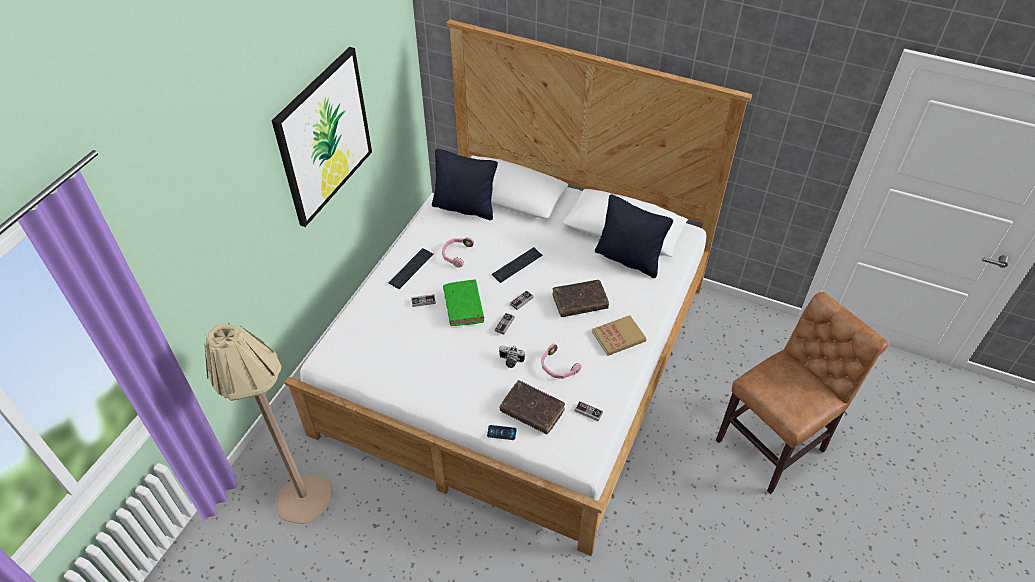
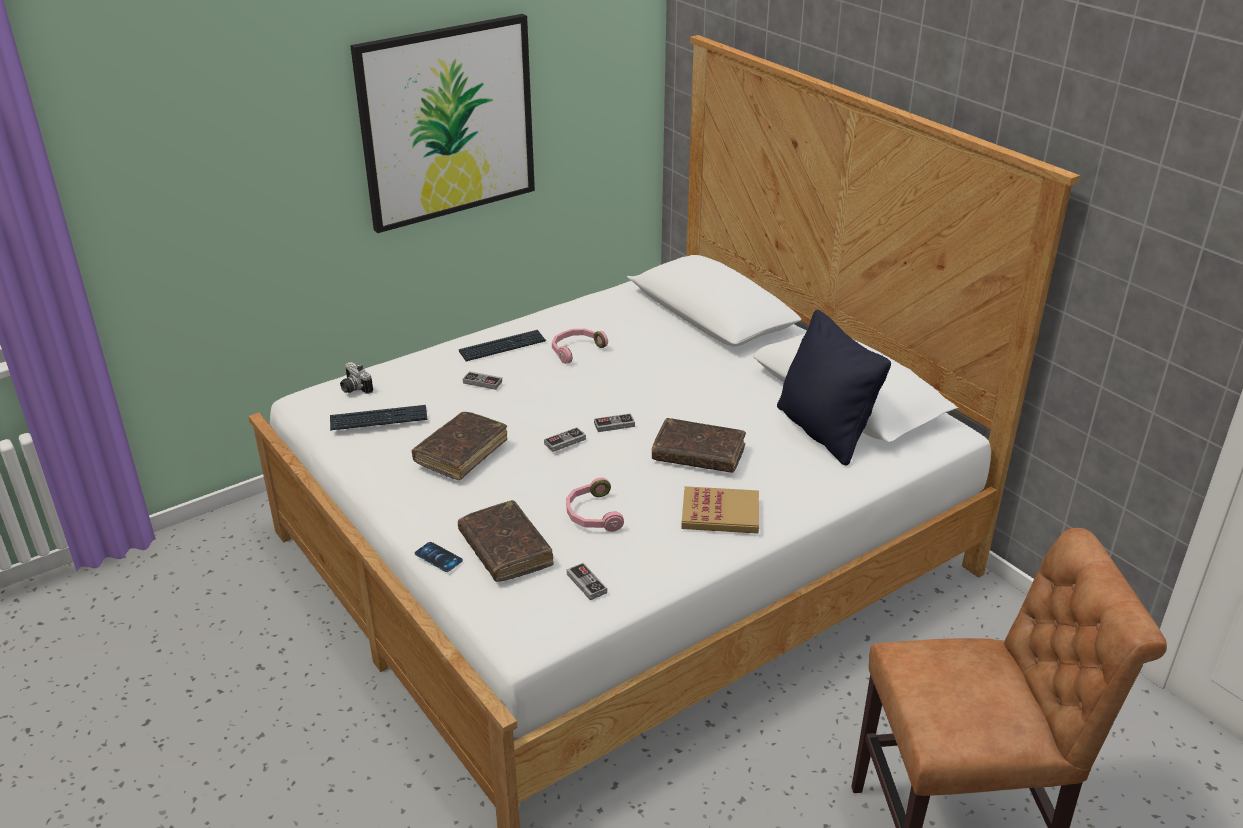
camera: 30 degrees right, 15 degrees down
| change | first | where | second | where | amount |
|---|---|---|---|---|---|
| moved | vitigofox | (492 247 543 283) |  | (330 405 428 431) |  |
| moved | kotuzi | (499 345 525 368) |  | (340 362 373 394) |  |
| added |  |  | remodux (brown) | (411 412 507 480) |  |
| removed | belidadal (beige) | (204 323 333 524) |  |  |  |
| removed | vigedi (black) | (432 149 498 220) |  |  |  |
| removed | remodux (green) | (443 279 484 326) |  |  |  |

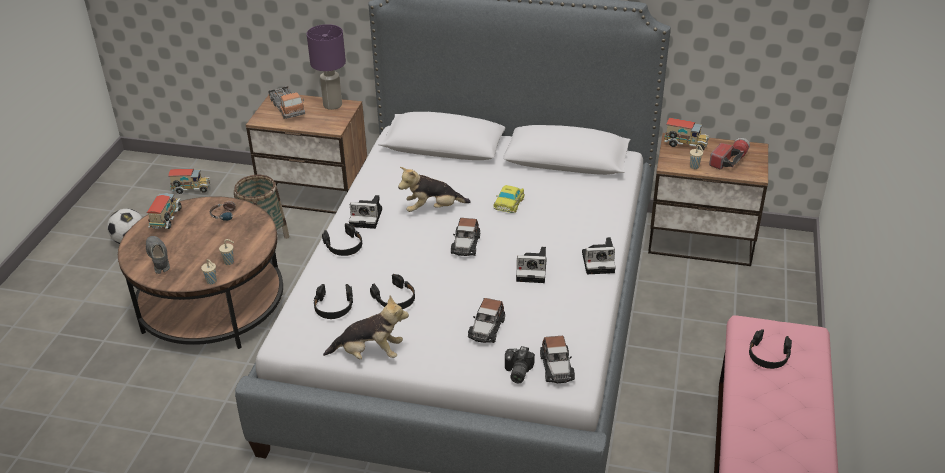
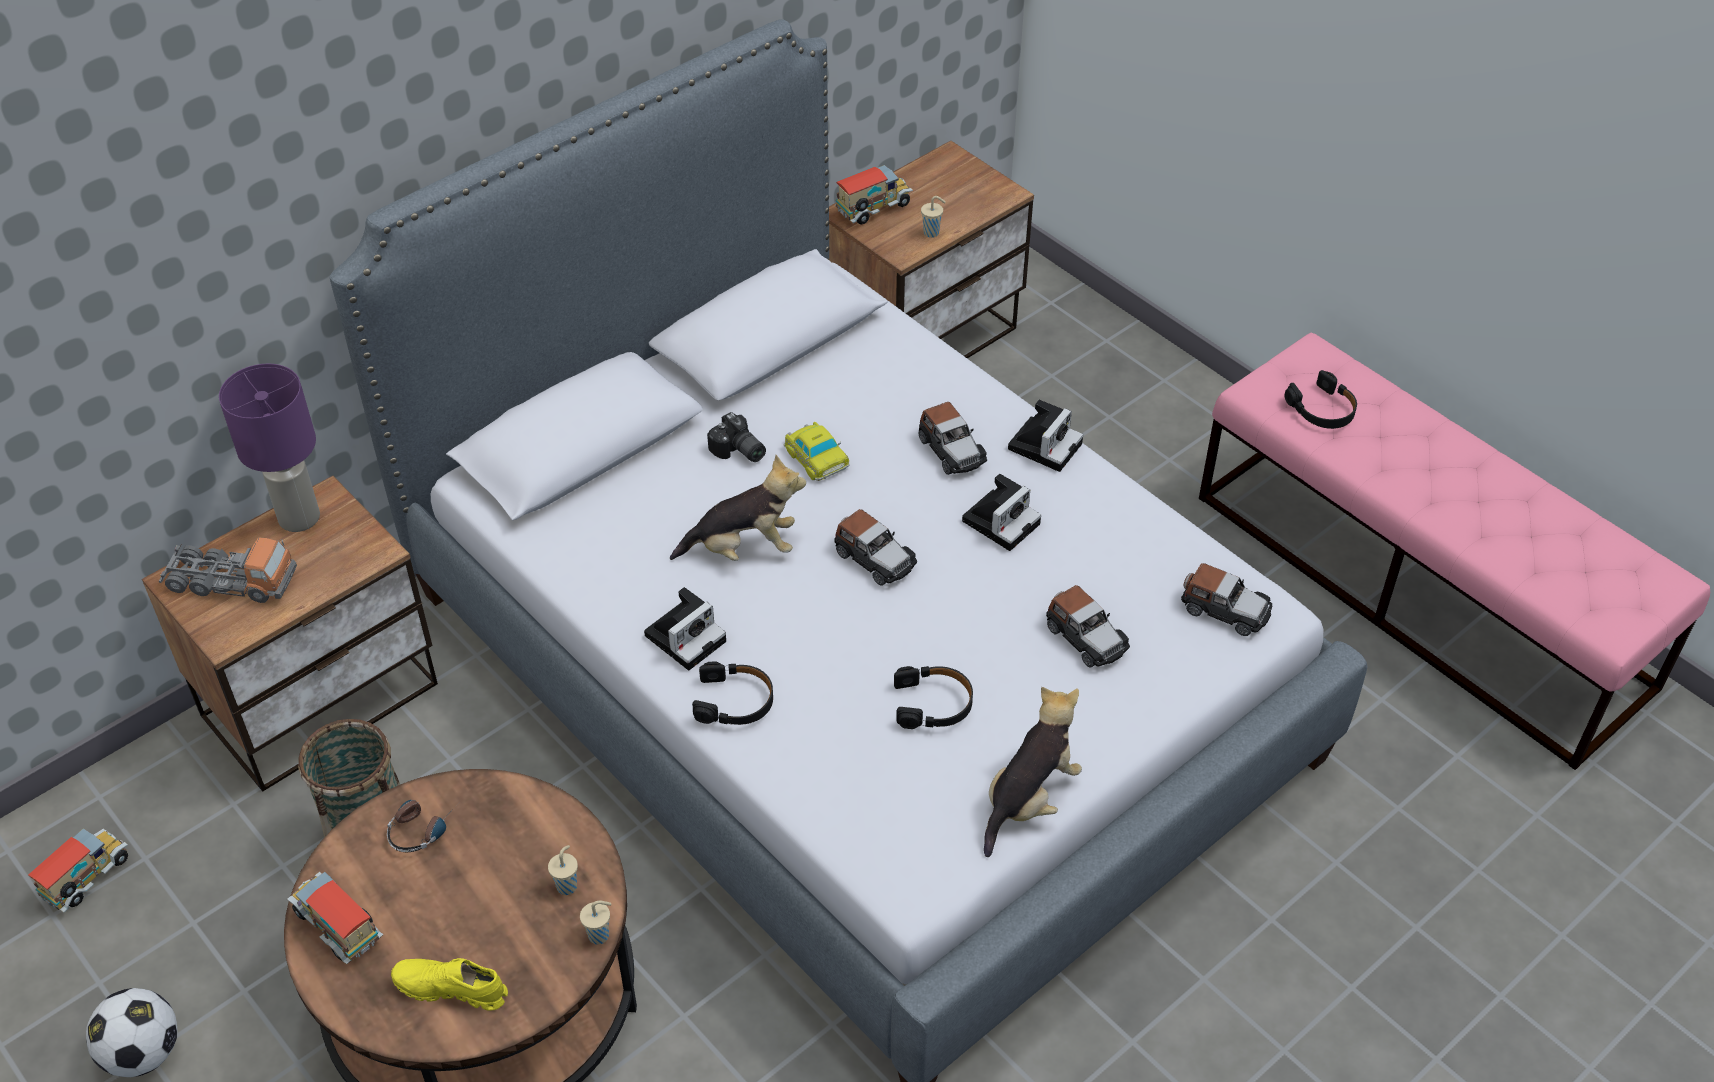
camera: 55 degrees left, 10 degrees up
| change | first | where | second | where | amount |
|---|---|---|---|---|---|
| recoloured | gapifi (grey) | (146 236 170 274) | gapifi (yellow) | (391 958 508 1011) |  |
| turned | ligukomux | (398 167 471 212) |  | (670 455 806 561) | 120 degrees counterclockwise |
| moved | kotuzi | (505 346 535 383) |  | (707 412 766 462) |  |
| added |  |  | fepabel | (919 402 987 475) |  |
| removed | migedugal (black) | (313 284 353 319) |  |  |  |
| removed | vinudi | (709 138 750 170) |  |  |  |

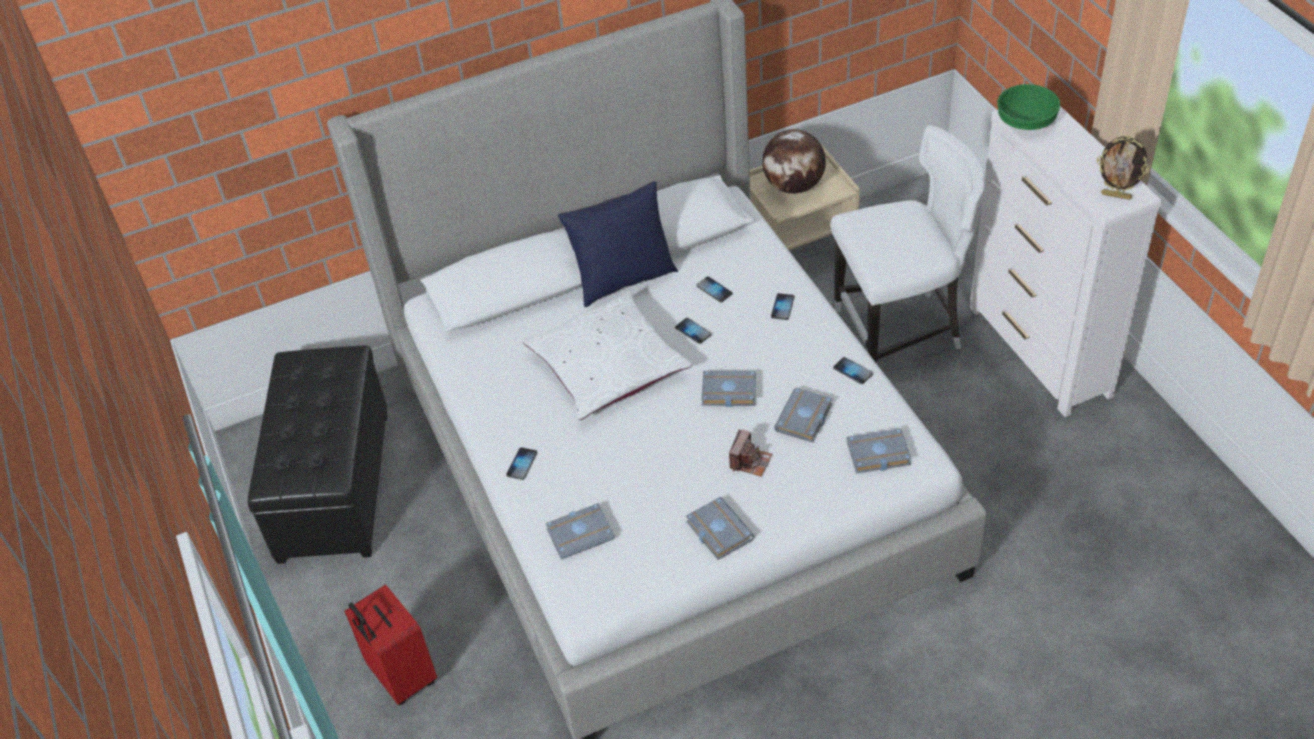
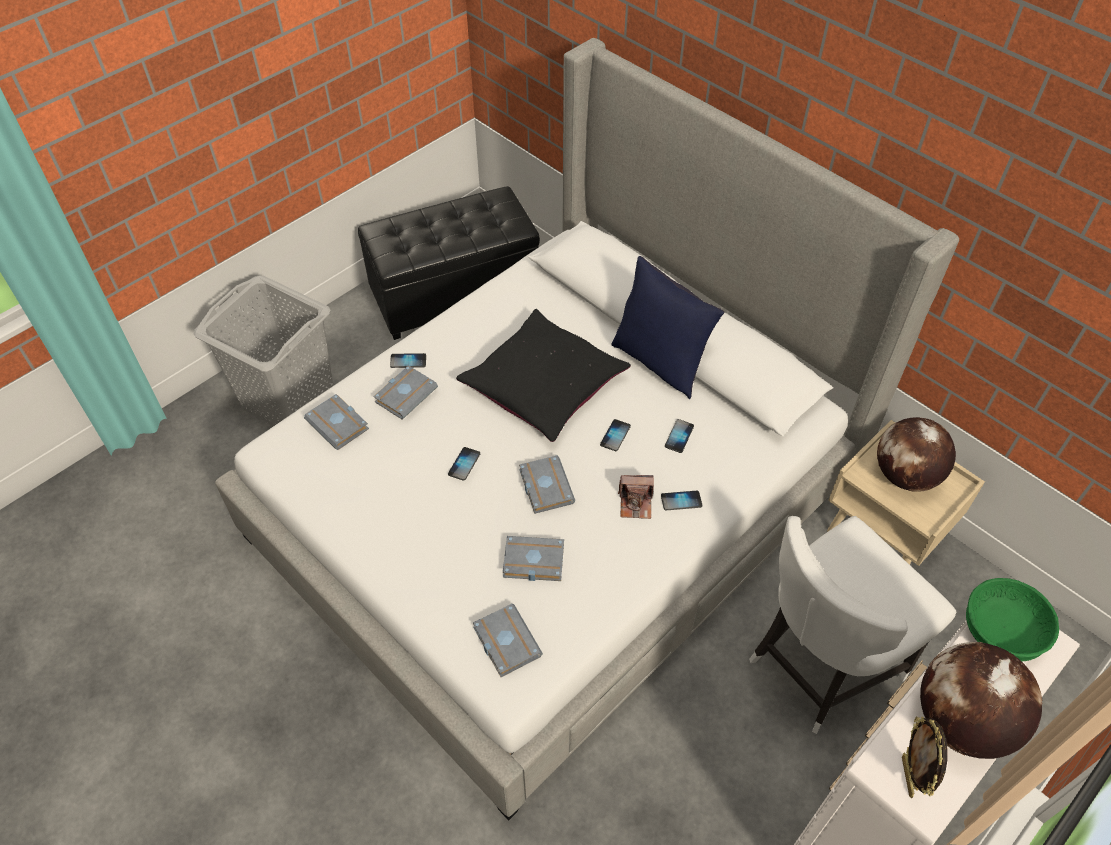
camera: 65 degrees right, 5 degrees up
| change | first | where | second | where | amount |
|---|---|---|---|---|---|
| replaced | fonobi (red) | (345 585 437 705) | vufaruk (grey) | (193 276 333 426) |  |
| moved | remodux (grey) | (686 497 755 560) |  | (373 365 438 420) |  |
| moved | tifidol | (833 357 873 384) |  | (448 447 480 481) |  |
| recoloured | vigedi (white) | (522 291 692 420) | vigedi (black) | (456 309 631 442) |  |
| moved | kotuzi | (729 429 772 477) |  | (618 475 654 519) |  |
| turned | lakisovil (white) | (831 125 985 364) |  | (749 516 956 734) | 90 degrees clockwise |
| added |  |  | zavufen | (920 642 1043 759) |  |

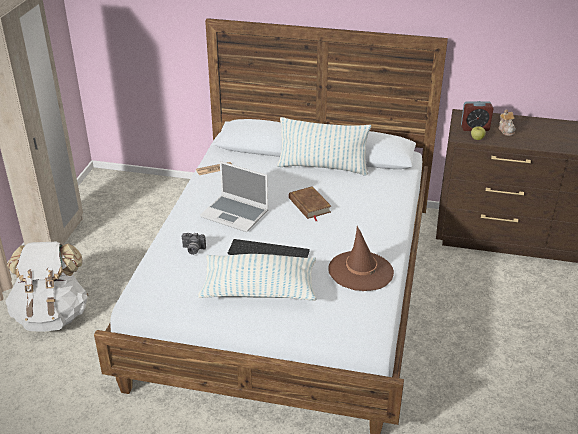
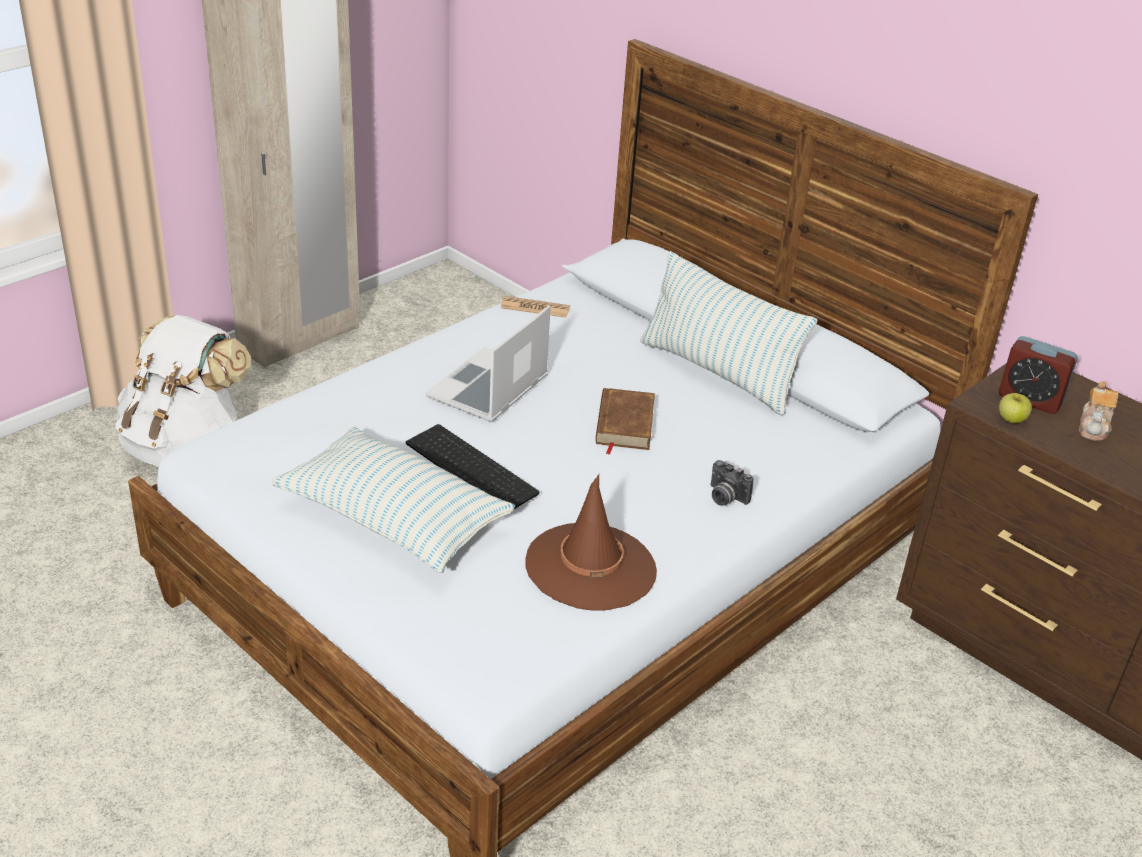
camera: 30 degrees right, 0 degrees up
| change | first | where | second | where | amount |
|---|---|---|---|---|---|
| turned | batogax | (200 161 268 232) |  | (426 305 551 422) | 60 degrees clockwise |
| moved | kotuzi | (182 233 206 255) |  | (711 460 754 506) |  |

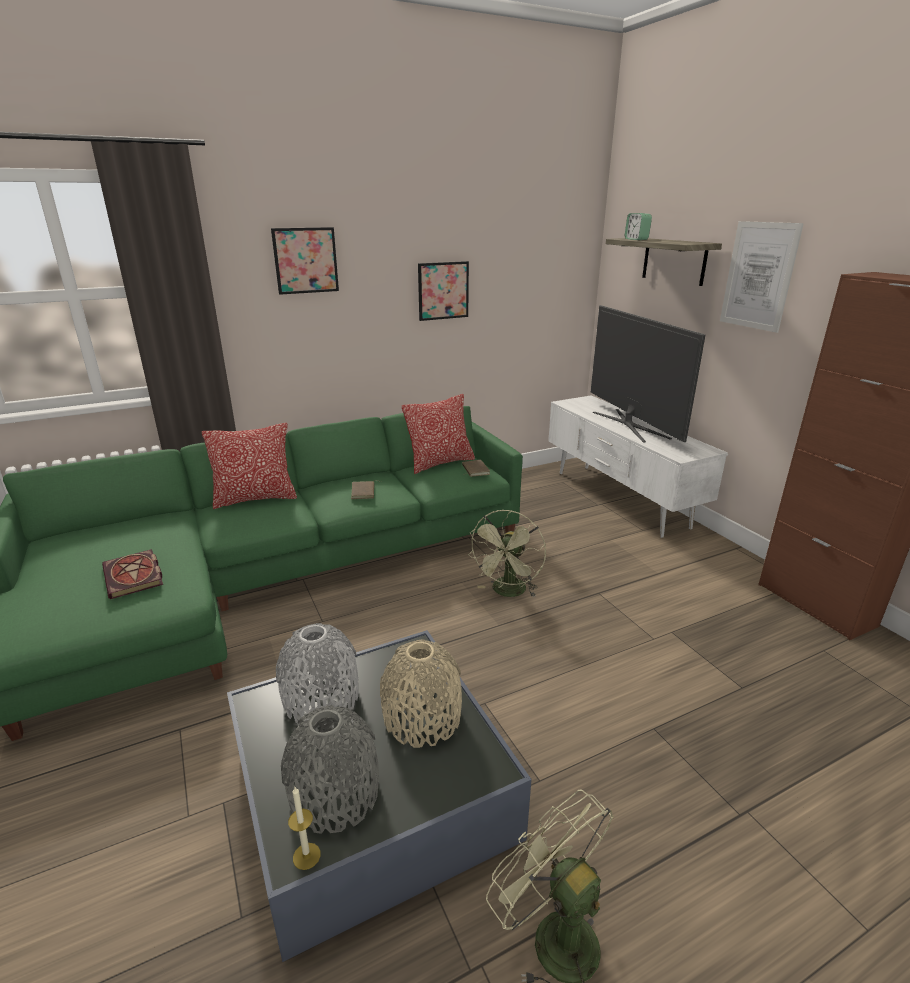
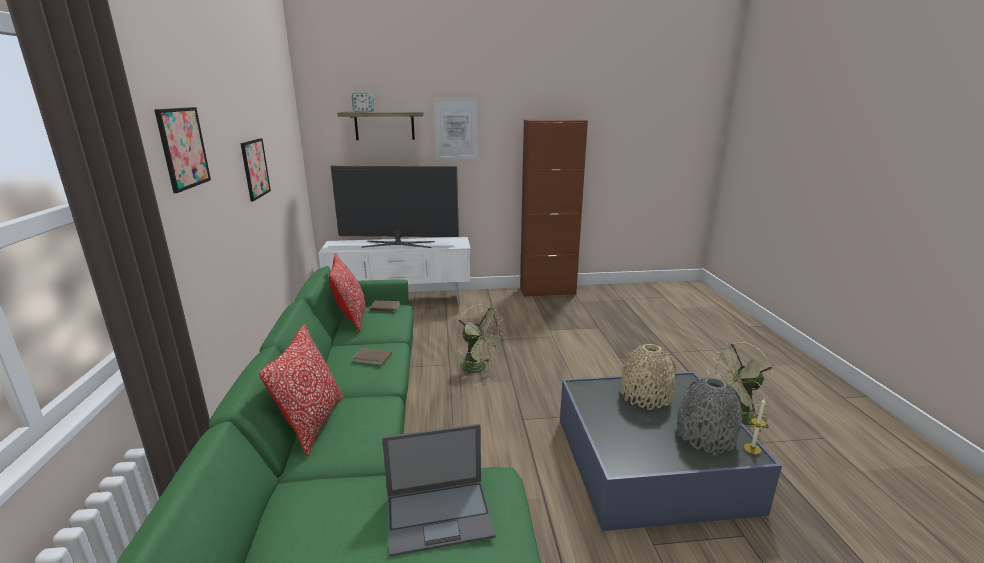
camera: 70 degrees left, 5 degrees down
| change | first | where | second | where | amount |
|---|---|---|---|---|---|
| replaced | remodux | (102 549 163 599) | batogax | (382 424 495 557) |  |
| removed | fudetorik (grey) | (276 623 359 725) |  |  |  |

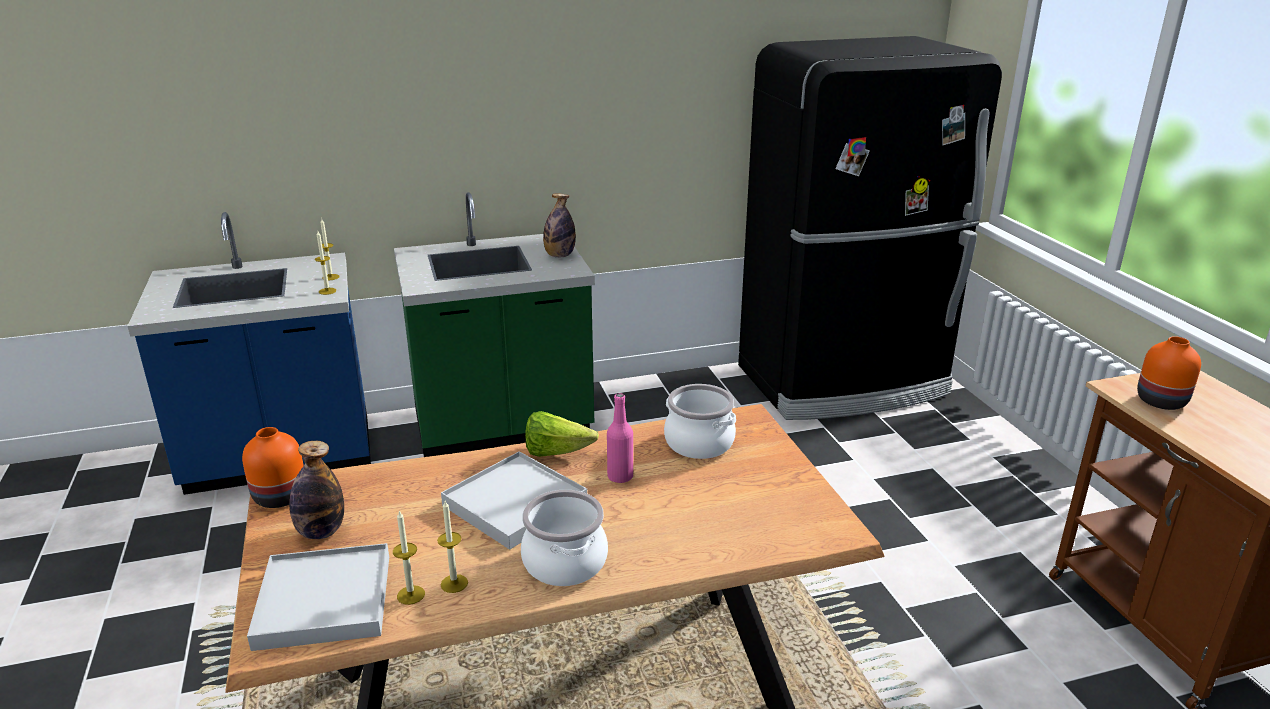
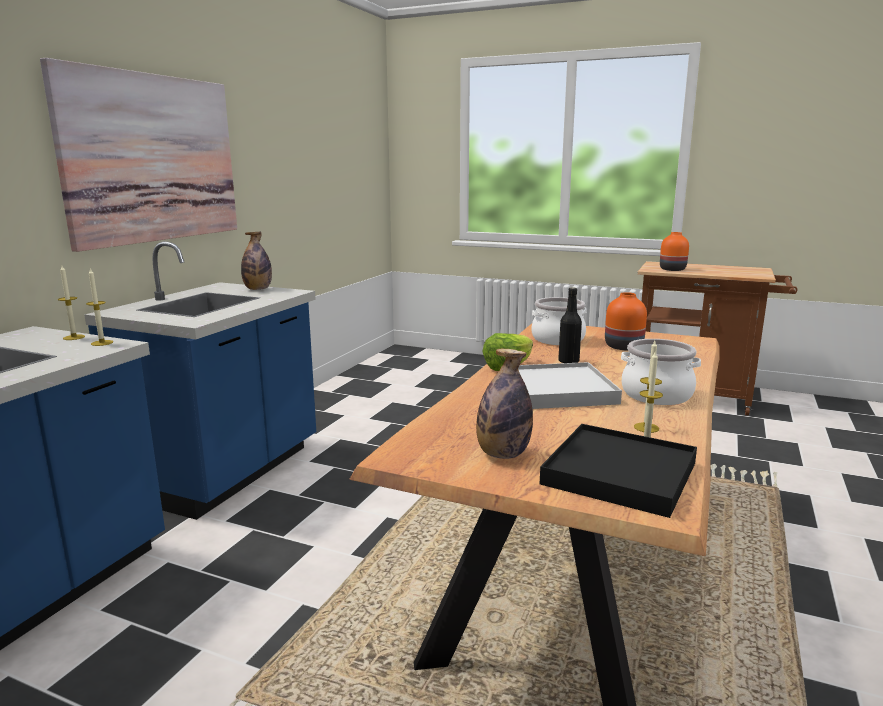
camera: 50 degrees left, 10 degrees down
| change | first | where | second | where | amount |
|---|---|---|---|---|---|
| added |  |  | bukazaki | (40 58 237 252) |  |
| recoloured | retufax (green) | (394 192 595 457) | retufax (blue) | (84 241 316 520) |  |
| recoloured | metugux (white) | (247 543 389 651) | metugux (black) | (540 424 697 518) |  |
| recoloured | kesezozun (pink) | (607 393 633 483) | kesezozun (black) | (558 288 582 363) |  |
| moved | fudetorik (orange) | (242 427 304 508) |  | (605 292 647 350) |  |
| removed | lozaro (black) | (738 36 1002 420) |  |  |  |

